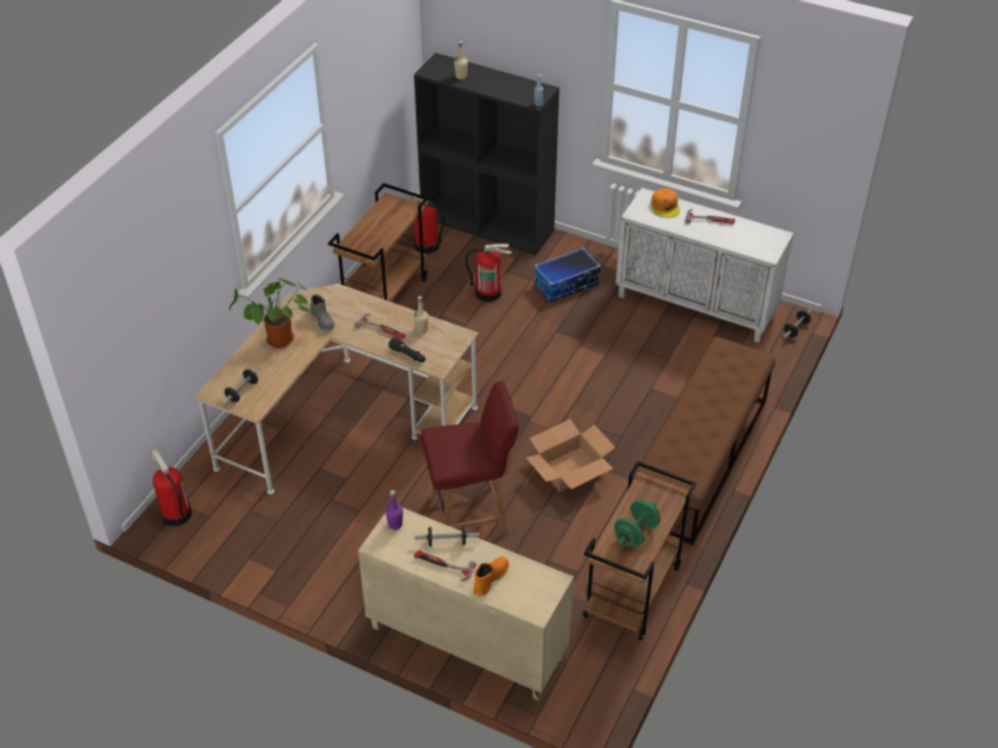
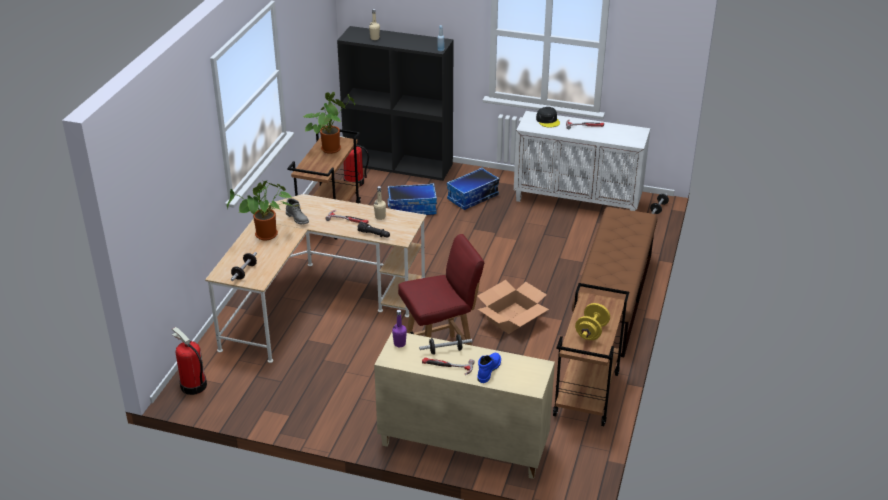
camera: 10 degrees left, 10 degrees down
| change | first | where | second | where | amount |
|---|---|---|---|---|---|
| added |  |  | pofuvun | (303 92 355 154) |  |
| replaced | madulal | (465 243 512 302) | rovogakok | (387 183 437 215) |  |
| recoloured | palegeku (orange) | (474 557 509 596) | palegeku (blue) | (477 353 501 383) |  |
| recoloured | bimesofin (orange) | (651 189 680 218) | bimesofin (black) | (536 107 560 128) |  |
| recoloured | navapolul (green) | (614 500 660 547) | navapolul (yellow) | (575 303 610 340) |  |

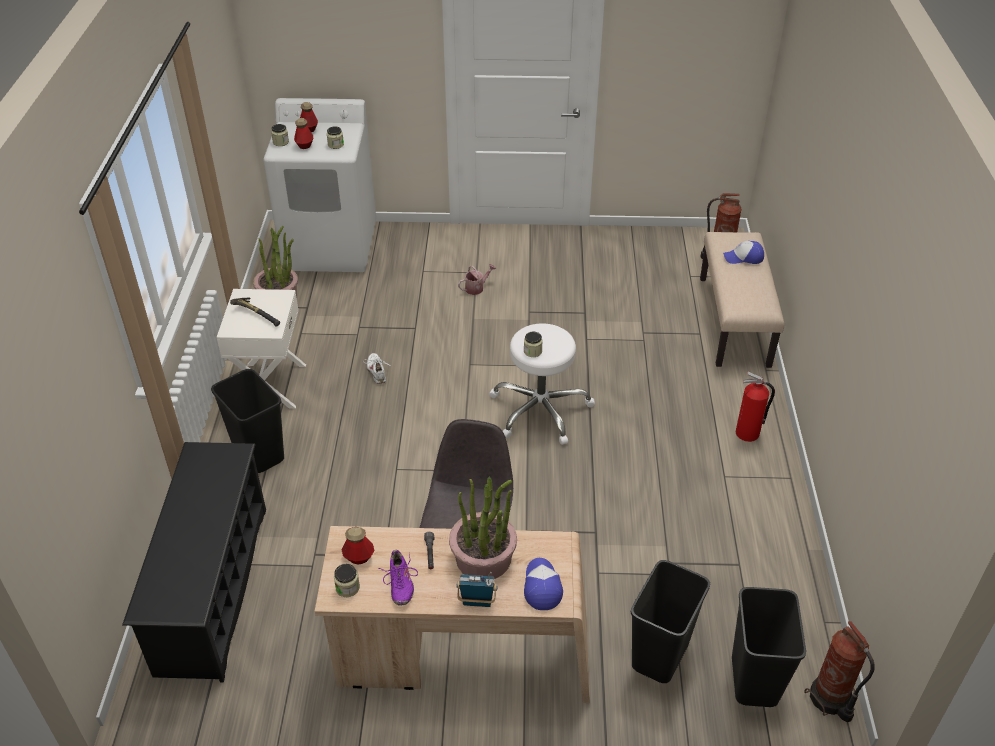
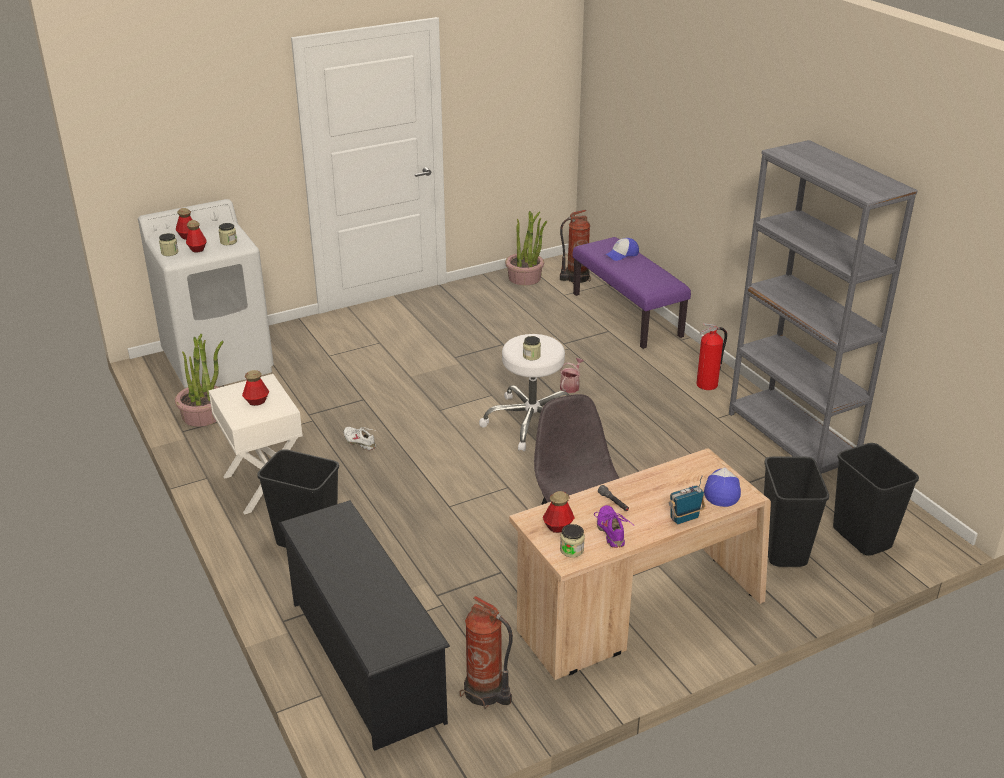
camera: 30 degrees left, 10 degrees down
| change | first | where | second | where | amount |
|---|---|---|---|---|---|
| replaced | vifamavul | (230 298 280 327) | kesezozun | (242 370 269 406) |  |
| moved | madulal | (804 621 875 722) |  | (460 596 513 709) |  |
| moved | pofuvun | (449 477 517 579) |  | (505 211 547 285) |  |
| moved | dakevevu | (458 264 496 295) |  | (560 358 584 393) |  |
| recoloured | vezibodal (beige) | (700 232 784 368) | vezibodal (purple) | (573 237 691 349) |  |
| turned | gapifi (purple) | (378 549 418 606) |  | (594 505 632 548) | 150 degrees counterclockwise |
| turned | bimesofin | (524 558 563 610) |  | (704 468 741 507) | 45 degrees clockwise |
| added |  |  | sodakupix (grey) | (729 140 918 474) |  |

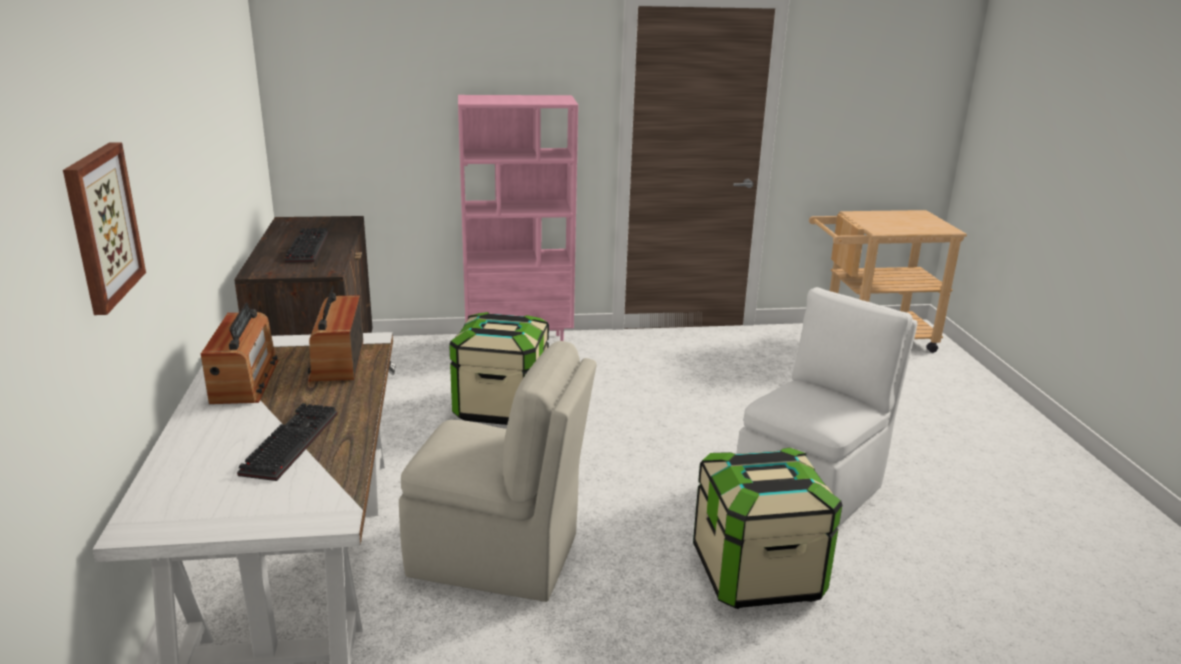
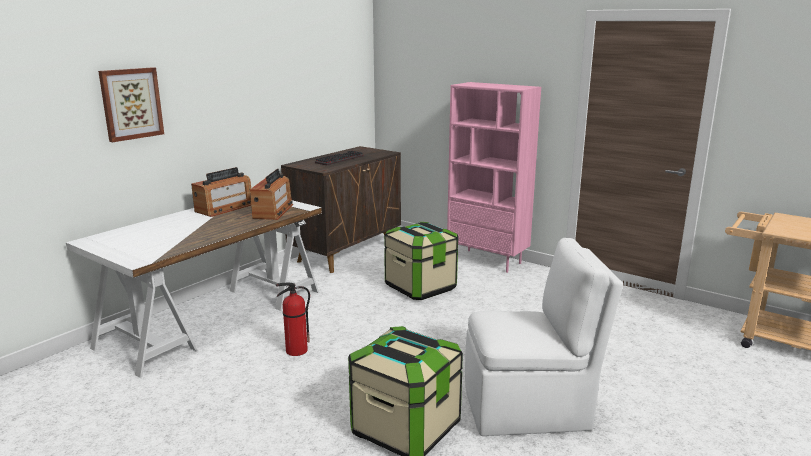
camera: 45 degrees right, 5 degrees down
| change | first | where | second | where | amount |
|---|---|---|---|---|---|
| turned | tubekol | (308 286 363 382) |  | (250 169 293 220) | 150 degrees clockwise |
| replaced | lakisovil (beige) | (399 341 597 602) | madulal | (276 283 310 356) |  |
| removed | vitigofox | (237 403 338 481) |  |  |  |

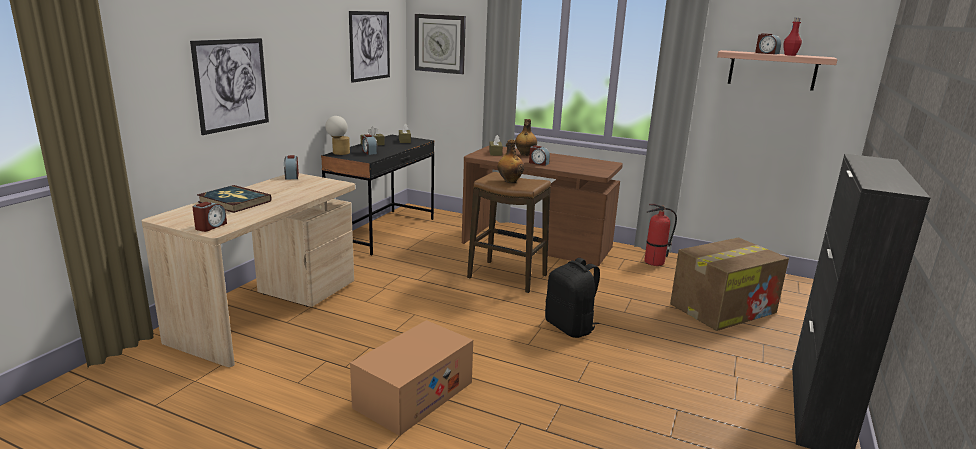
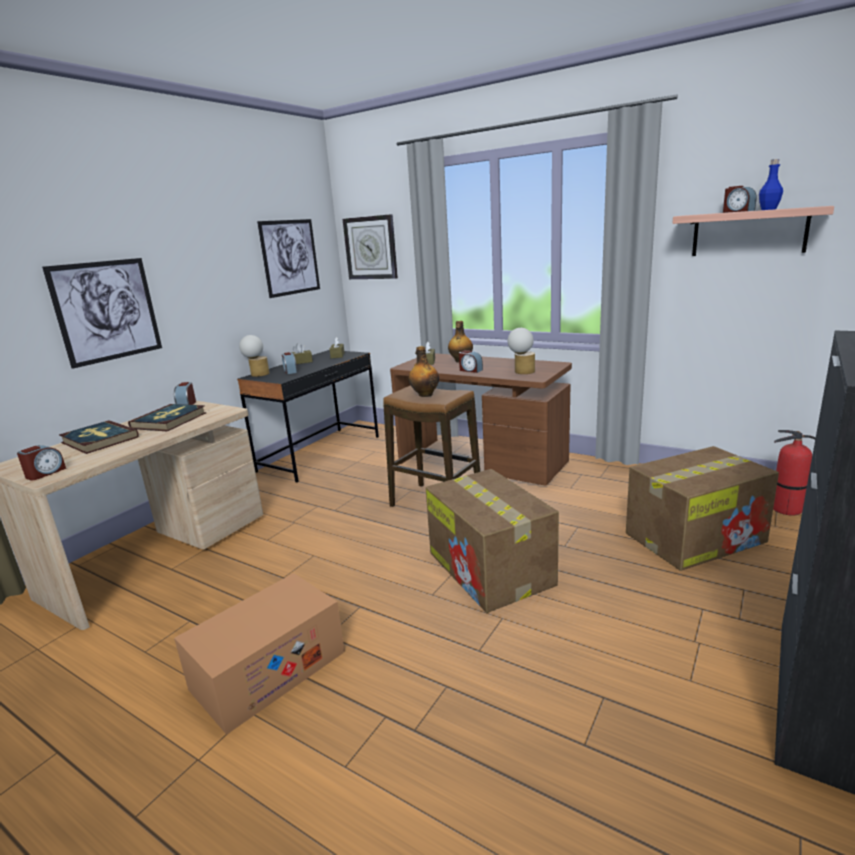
camera: 10 degrees right, 0 degrees up
| change | first | where | second | where | amount |
|---|---|---|---|---|---|
| added |  |  | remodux | (128 404 206 431) |  |
| replaced | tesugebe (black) | (545 258 600 338) | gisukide | (426 469 559 613) |  |
| added |  |  | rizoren | (508 328 535 374) |  |
| recoloured | kesezozun (red) | (784 18 802 56) | kesezozun (blue) | (759 159 783 210) |  |
| moved | madulal | (644 204 677 266) |  | (773 430 815 516) |  |

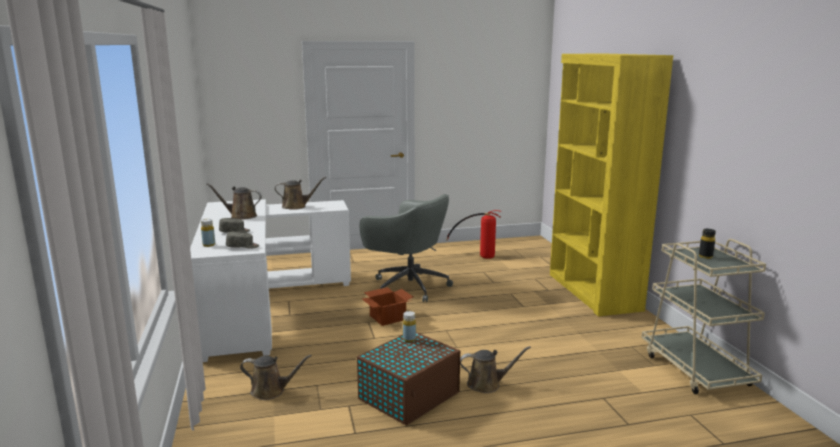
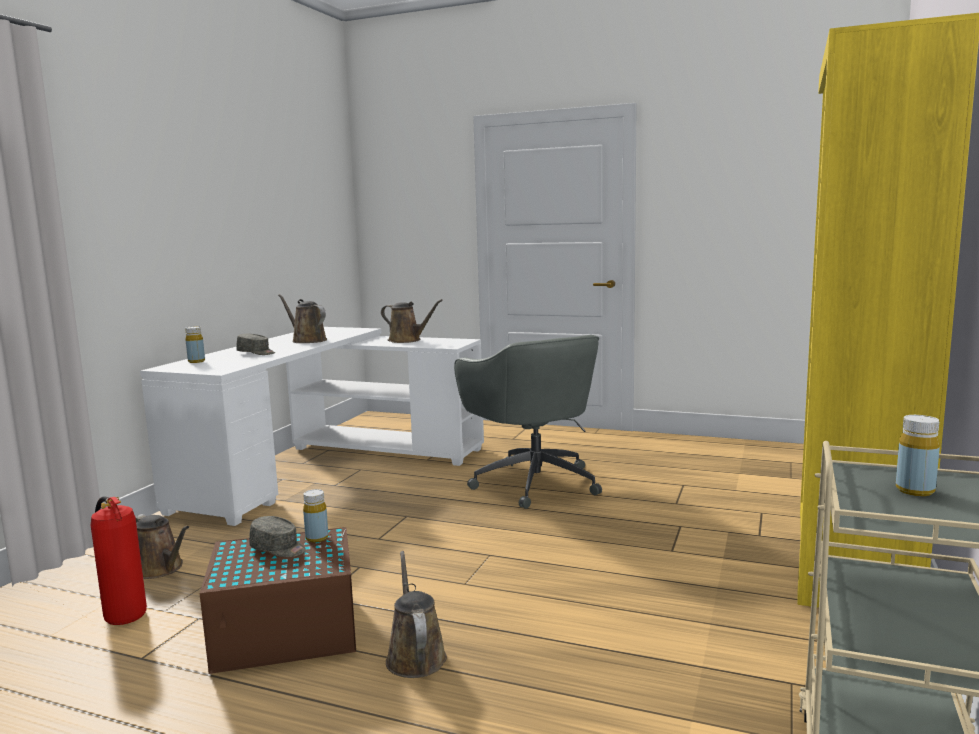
camera: 35 degrees right, 5 degrees down
| change | first | where | second | where | amount |
|---|---|---|---|---|---|
| moved | madulal | (446 210 501 259) |  | (91 496 147 625) |  |
| moved | bimesofin (grey) | (226 231 259 249) |  | (249 516 306 557) |  |
| turned | dakevevu (brown) | (460 346 531 393) |  | (386 551 447 678) | 135 degrees counterclockwise |
| recoloured | kesezozun (black) | (699 229 716 259) | kesezozun (yellow) | (896 415 940 496) |  |
| removed | gisukide | (362 287 413 326) |  |  |  |

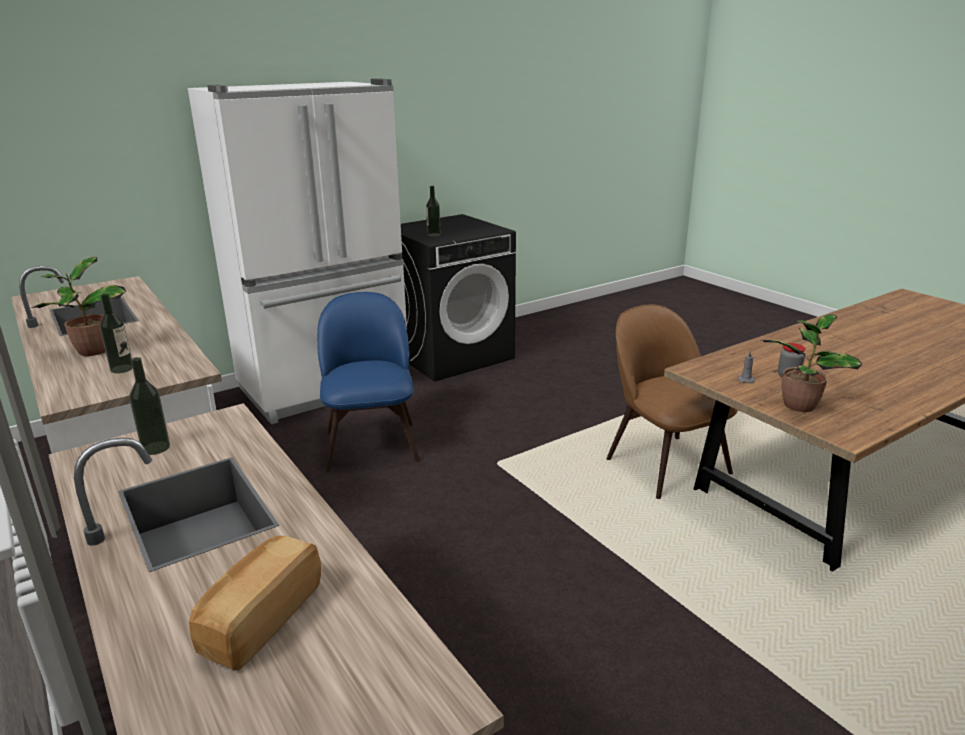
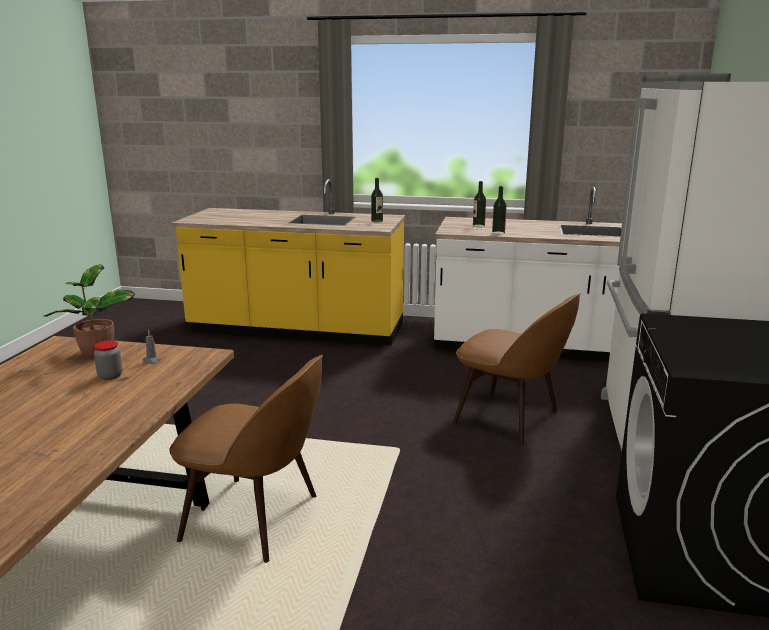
camera: 135 degrees right, 5 degrees down
| change | first | where | second | where | amount |
|---|---|---|---|---|---|
| recoloured | lakisovil (blue) | (317 292 420 472) | lakisovil (brown) | (453 293 581 446) |  |
| moved | kesezozun | (426 186 441 237) |  | (492 186 507 234) |  |
| removed | pofuvun | (31 257 126 356) |  |  |  |
| removed | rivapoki | (189 536 321 670) |  |  |  |

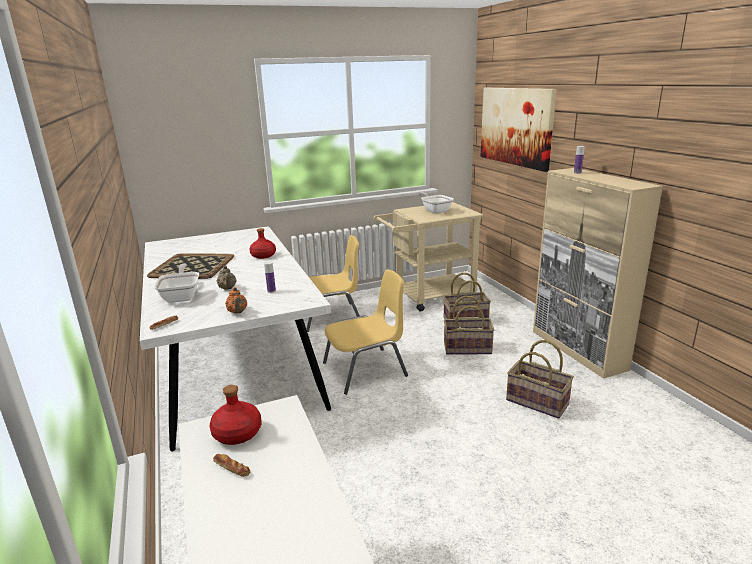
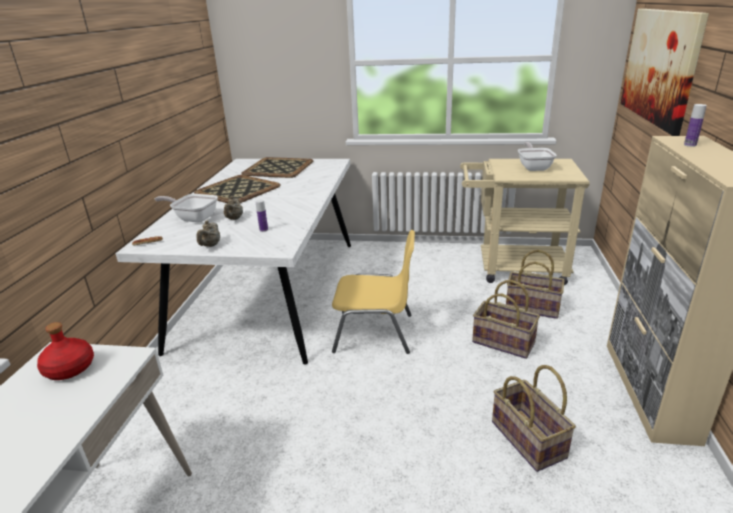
camera: 30 degrees right, 5 degrees up
| change | first | where | second | where | amount |
|---|---|---|---|---|---|
| turned | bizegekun | (154 264 199 303) |  | (155 194 218 222) | 90 degrees counterclockwise |
| recoloured | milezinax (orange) | (225 287 247 314) | milezinax (beige) | (196 220 220 247) |  |
| added |  |  | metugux | (241 157 313 178) |  |
| removed | rivapoki | (213 454 250 477) |  |  |  |
| removed | kesezozun (red) | (249 228 276 259) |  |  |  |
| removed | lakisovil (yellow) | (306 235 360 332) |  |  |  |

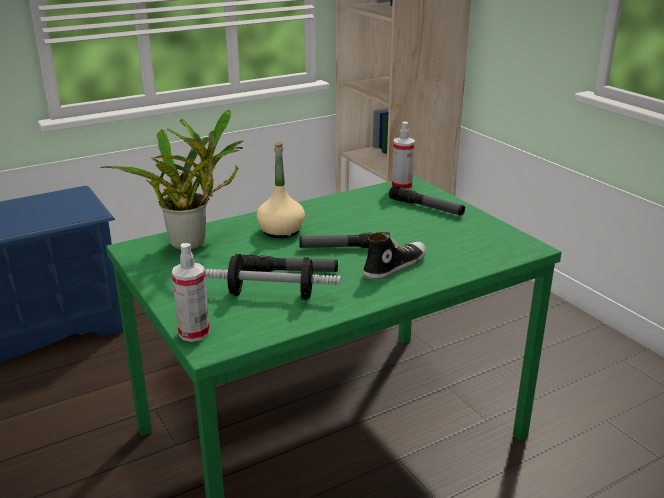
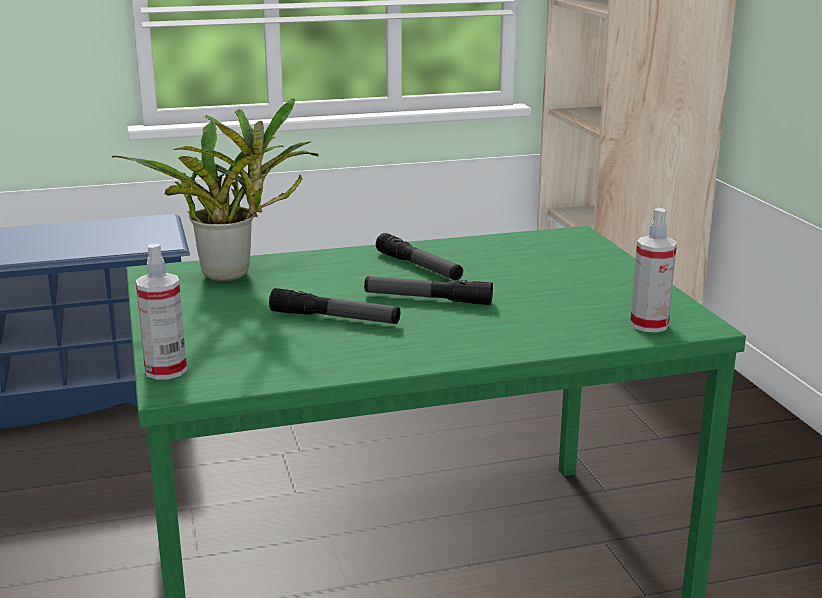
camera: 15 degrees right, 5 degrees down
| change | first | where | second | where | amount |
|---|---|---|---|---|---|
| moved | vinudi | (389 185 465 215) |  | (376 233 463 280) |  |
| moved | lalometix | (392 121 415 190) |  | (630 208 677 332) |  |
| removed | navapolul | (204 254 341 300) |  |  |  |
| removed | kesezozun (beige) | (257 142 305 238) |  |  |  |
| removed | gapifi | (363 232 426 280) |  |  |  |

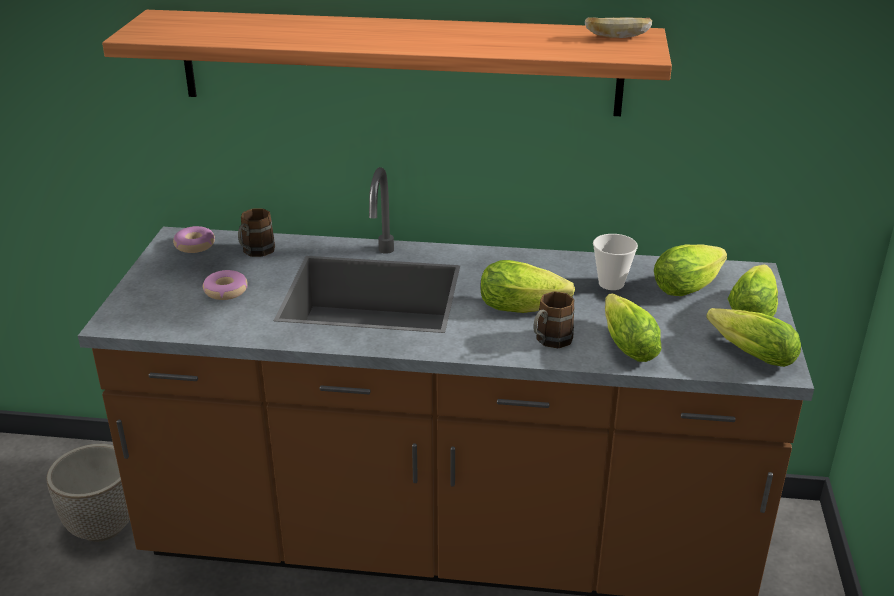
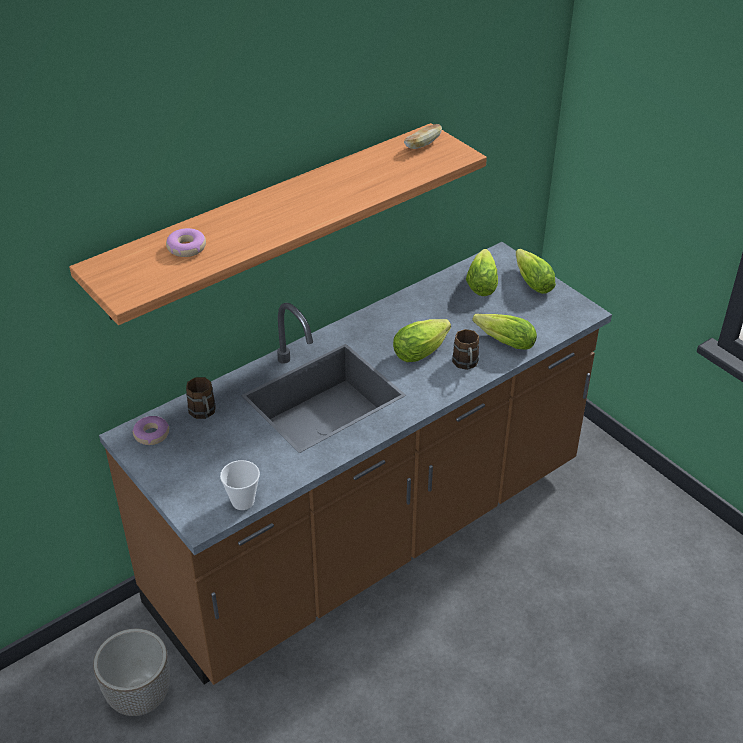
camera: 45 degrees left, 10 degrees up
| change | first | where | second | where | amount |
|---|---|---|---|---|---|
| moved | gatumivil | (202 270 248 300) |  | (166 228 206 257) |  |
| moved | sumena | (593 234 638 290) |  | (220 460 260 510) |  |
| removed | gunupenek | (707 308 801 367) |  |  |  |

